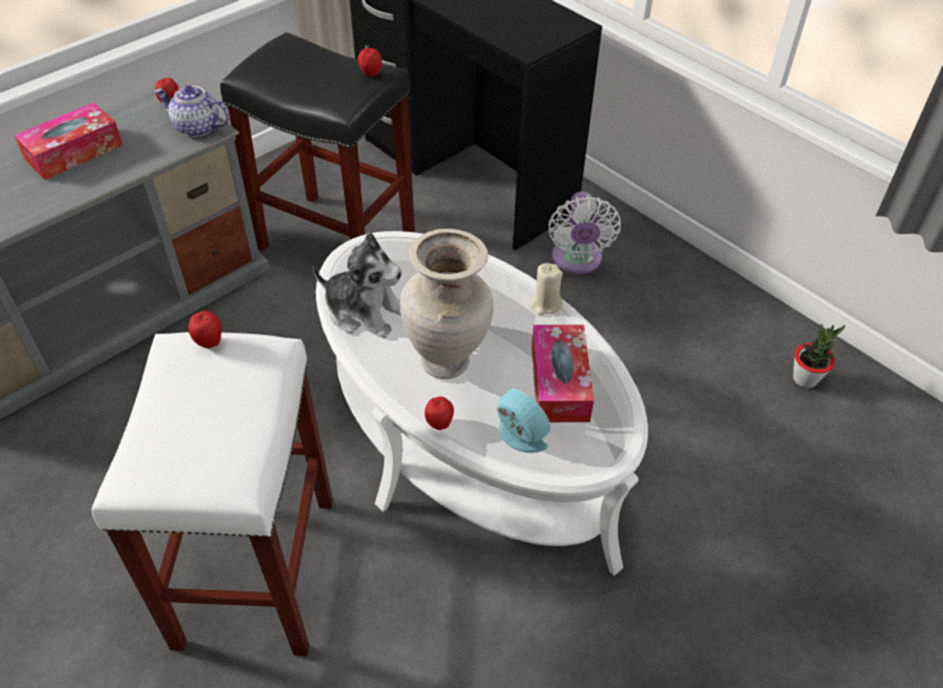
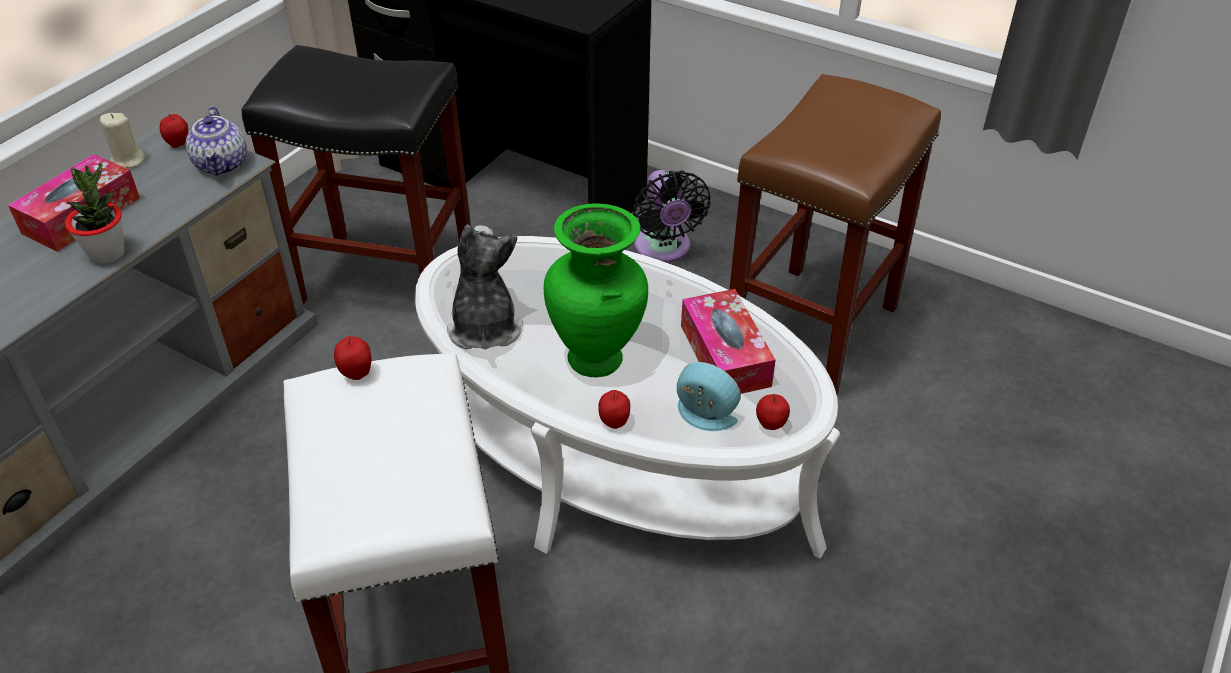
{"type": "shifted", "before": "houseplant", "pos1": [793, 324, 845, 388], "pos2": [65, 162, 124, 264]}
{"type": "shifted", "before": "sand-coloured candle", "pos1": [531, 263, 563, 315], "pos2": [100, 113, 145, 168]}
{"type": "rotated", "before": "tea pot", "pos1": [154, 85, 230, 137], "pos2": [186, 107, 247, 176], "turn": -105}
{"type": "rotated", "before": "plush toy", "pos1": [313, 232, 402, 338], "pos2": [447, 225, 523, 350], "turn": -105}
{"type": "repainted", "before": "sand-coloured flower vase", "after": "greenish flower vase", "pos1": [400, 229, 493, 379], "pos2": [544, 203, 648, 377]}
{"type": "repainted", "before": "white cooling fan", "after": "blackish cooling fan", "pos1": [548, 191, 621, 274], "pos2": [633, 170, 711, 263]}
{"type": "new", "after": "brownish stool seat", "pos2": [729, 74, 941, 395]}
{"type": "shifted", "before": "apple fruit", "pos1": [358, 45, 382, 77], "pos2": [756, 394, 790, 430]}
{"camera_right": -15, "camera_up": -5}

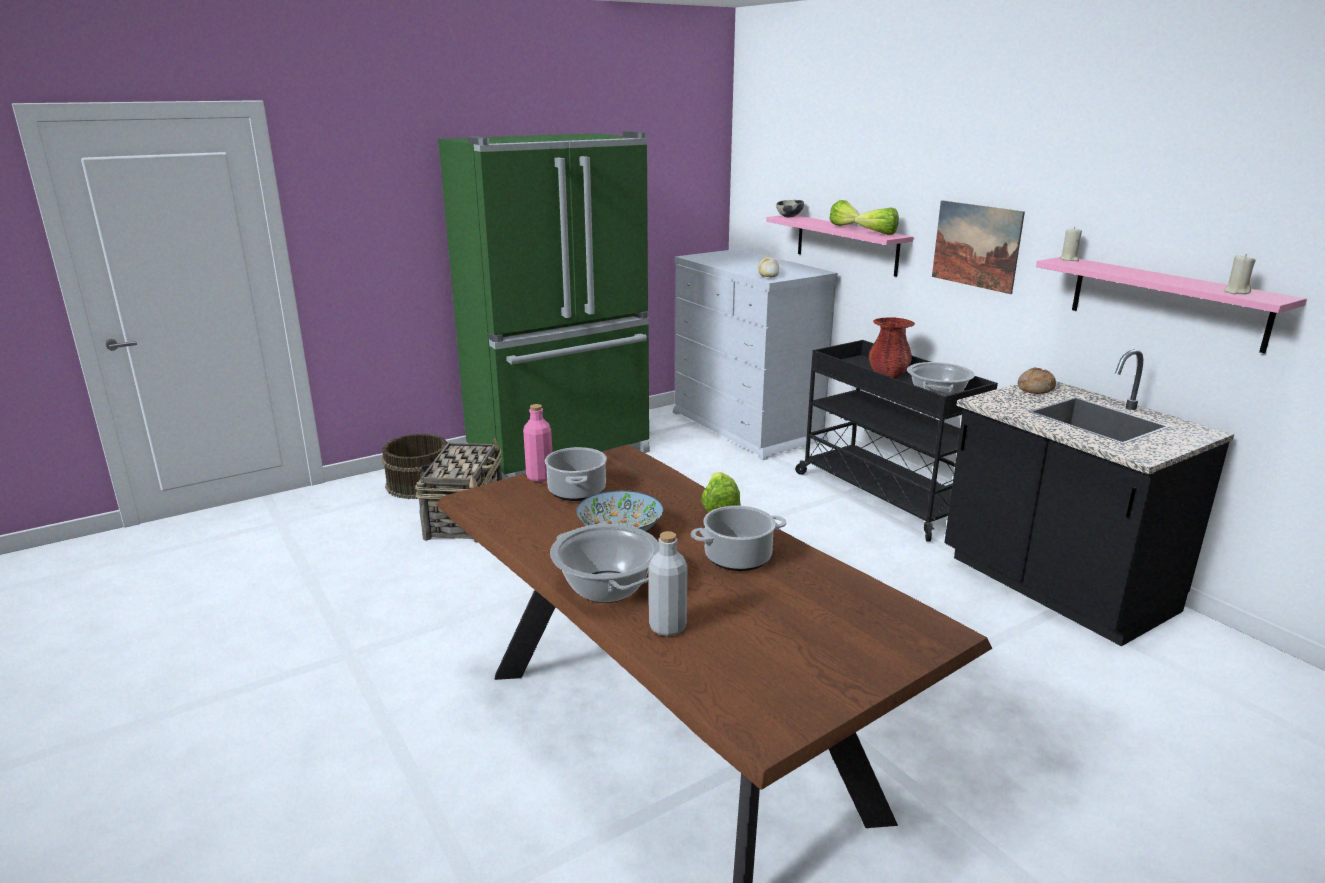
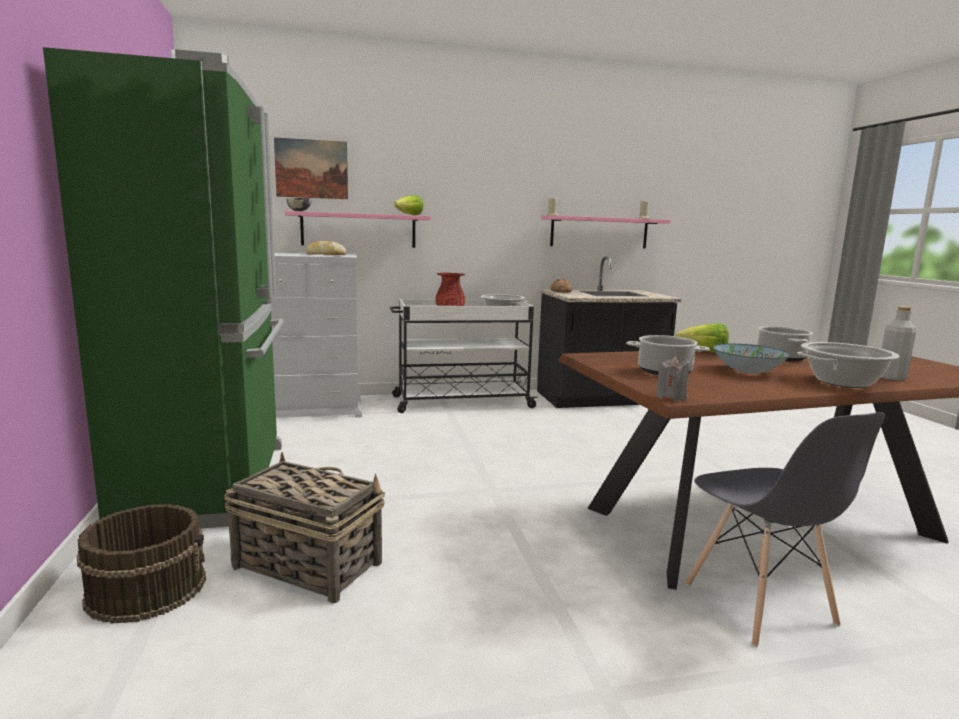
{"type": "shifted", "before": "picture", "pos1": [932, 200, 1025, 294], "pos2": [274, 137, 348, 199]}
{"type": "repainted", "before": "blackish trolley", "after": "white trolley", "pos1": [795, 340, 998, 542], "pos2": [390, 299, 538, 413]}
{"type": "new", "after": "greyish candle", "pos2": [656, 356, 689, 401]}
{"type": "new", "after": "greyish plain chair", "pos2": [685, 412, 885, 647]}
{"type": "gone", "before": "pink bottle", "pos1": [523, 404, 552, 482]}
{"type": "gone", "before": "lettuce head", "pos1": [829, 200, 860, 226]}
{"camera_right": -70, "camera_up": -10}

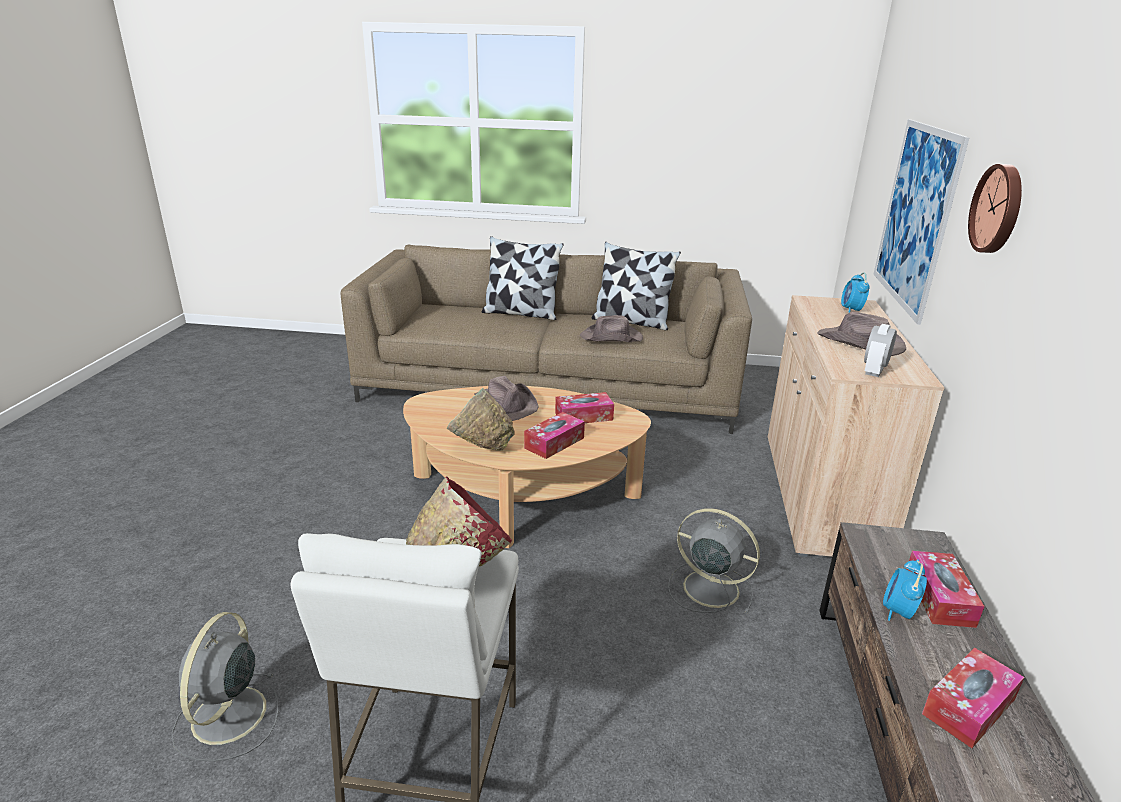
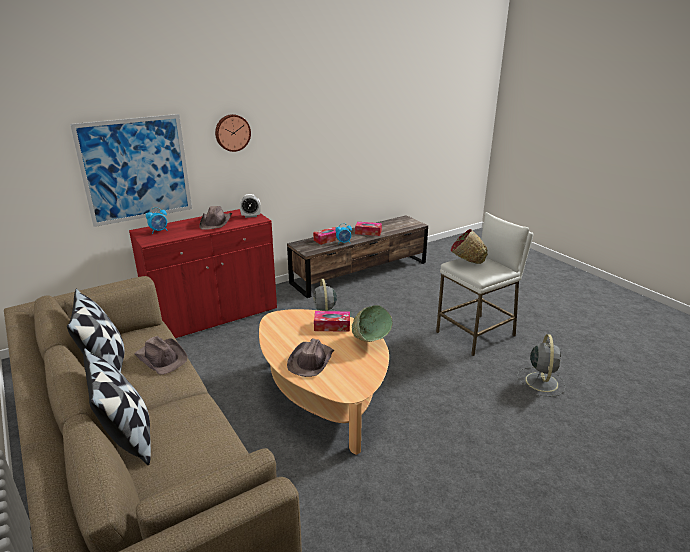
{"type": "repainted", "before": "sand-coloured cupboard", "after": "red-coloured cupboard", "pos1": [768, 295, 945, 557], "pos2": [129, 209, 277, 338]}
{"type": "rotated", "before": "greyish cooling fan", "pos1": [171, 612, 278, 761], "pos2": [517, 334, 565, 396], "turn": -45}
{"type": "gone", "before": "tissue holder", "pos1": [555, 392, 614, 423]}
{"camera_right": -130, "camera_up": 0}

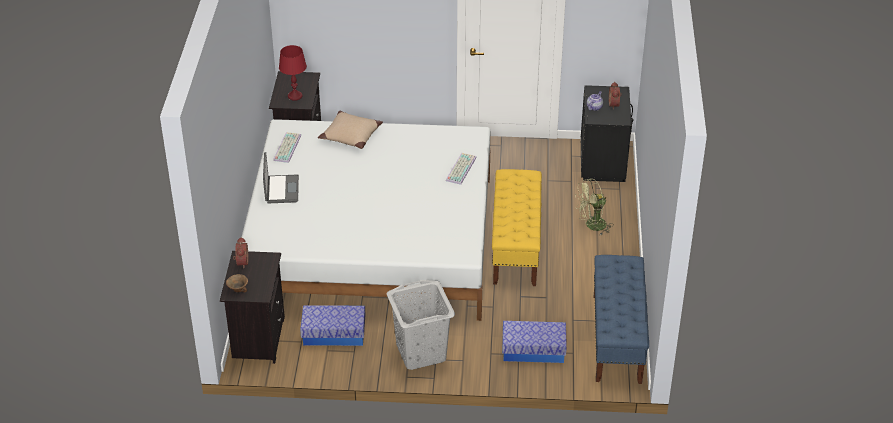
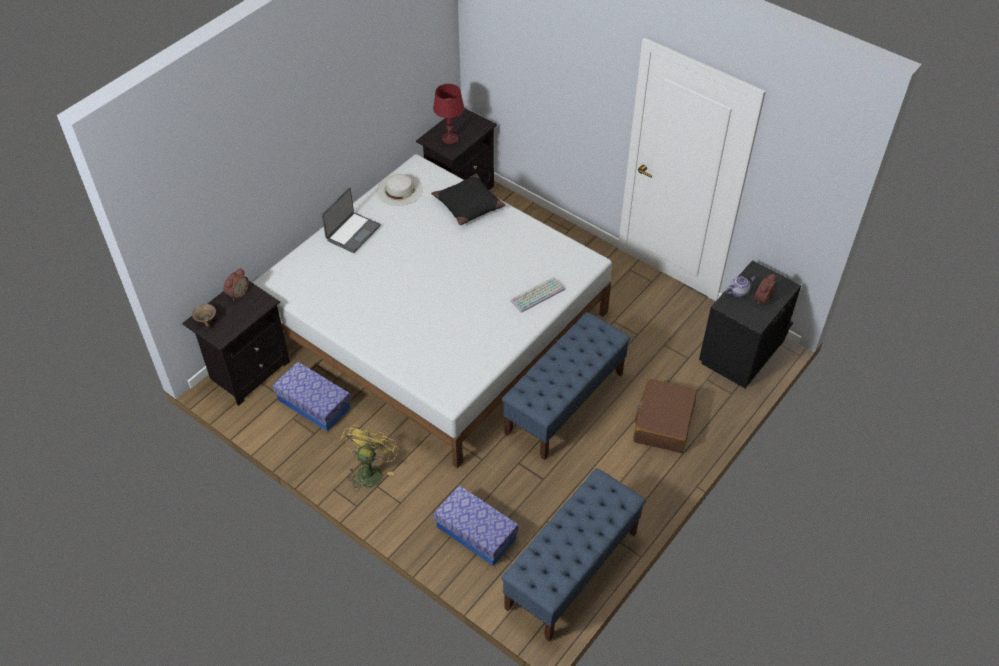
{"type": "swapped", "before": "greyish washing basket", "after": "yellow cooling fan", "pos1": [387, 280, 455, 370], "pos2": [341, 425, 398, 492]}
{"type": "swapped", "before": "PC keyboard", "after": "white wearable hat", "pos1": [273, 132, 301, 163], "pos2": [377, 174, 423, 206]}
{"type": "repainted", "before": "sand-coloured cushion", "after": "blackish cushion", "pos1": [318, 111, 383, 149], "pos2": [431, 174, 506, 225]}
{"type": "repainted", "before": "yellow indoor bench", "after": "blue-coloured indoor bench", "pos1": [492, 169, 542, 286], "pos2": [502, 312, 631, 460]}
{"type": "swapped", "before": "greenish cooling fan", "after": "brownish piece of luggage", "pos1": [575, 178, 614, 235], "pos2": [633, 378, 697, 453]}
{"camera_right": 35, "camera_up": 10}

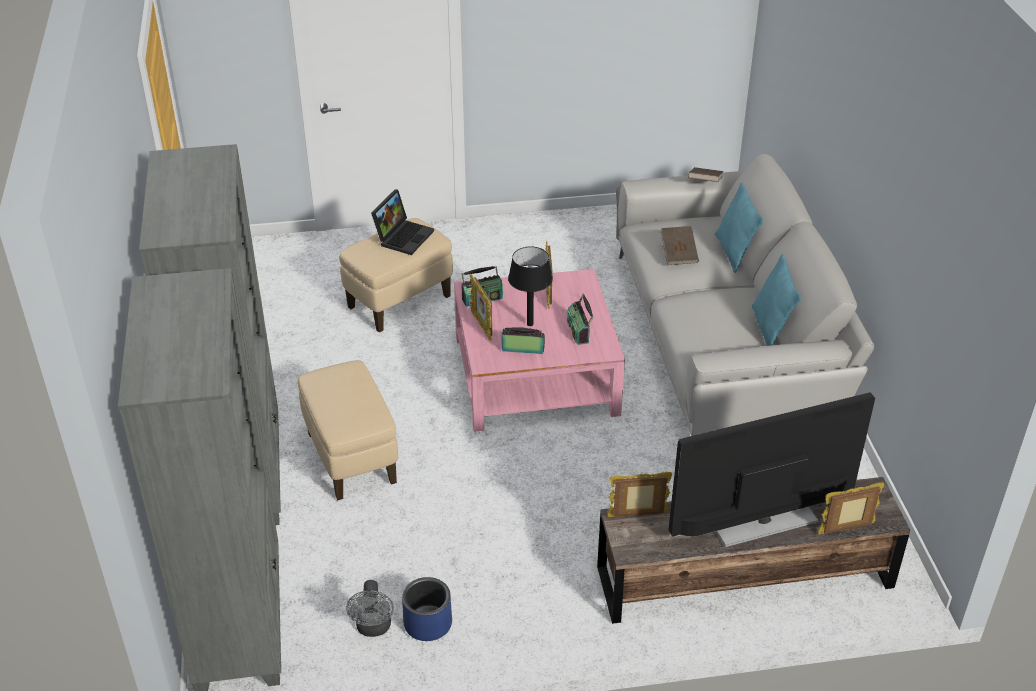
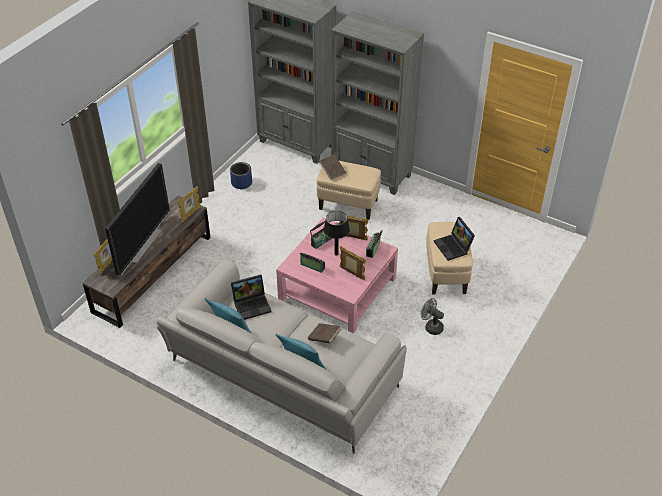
{"type": "new", "after": "portable computer", "pos2": [231, 274, 272, 320]}
{"type": "shifted", "before": "brownish bound book", "pos1": [688, 167, 723, 182], "pos2": [319, 154, 346, 180]}
{"type": "shifted", "before": "greyish cooling fan", "pos1": [346, 580, 394, 637], "pos2": [421, 298, 444, 335]}
{"camera_right": 130, "camera_up": 5}

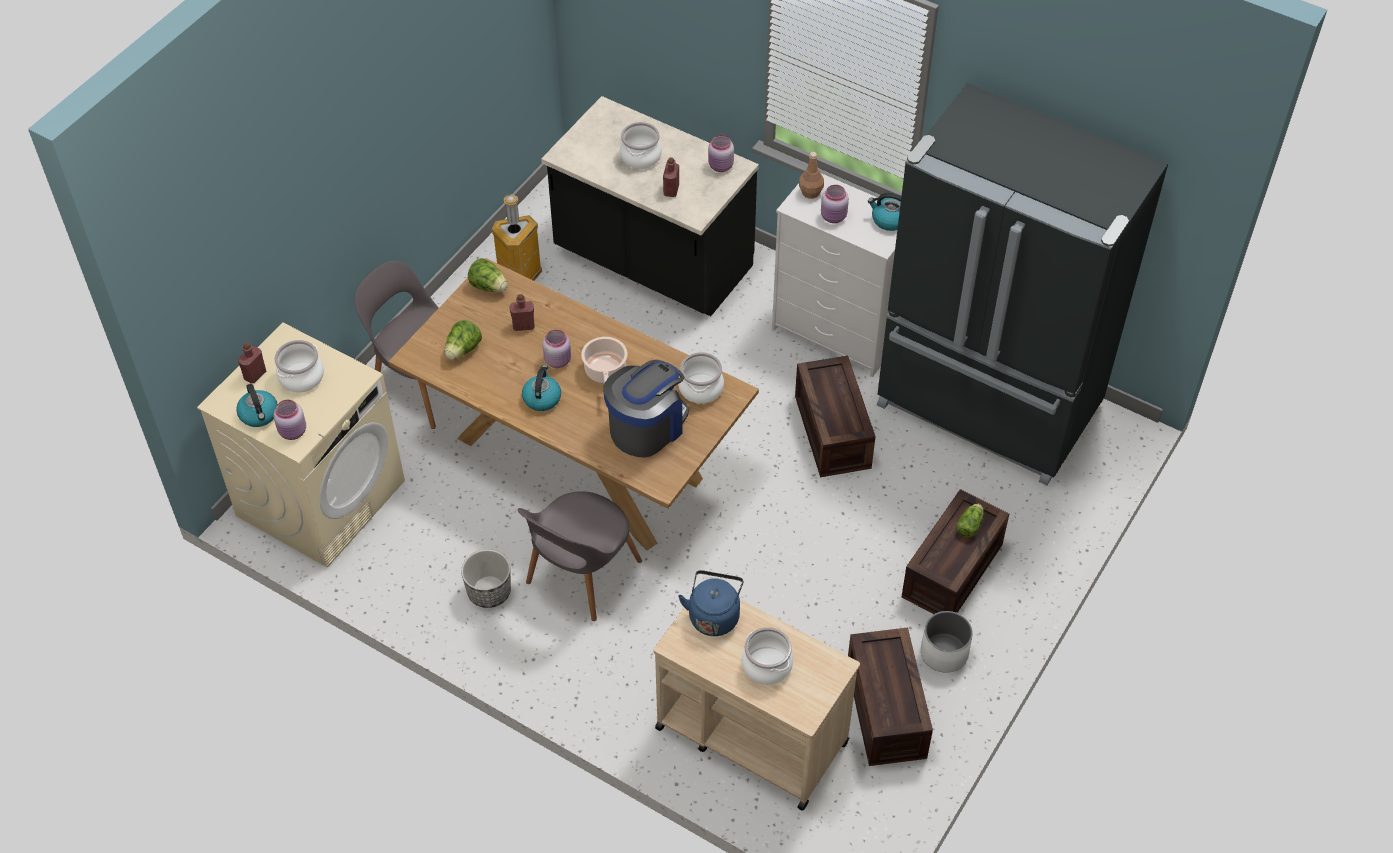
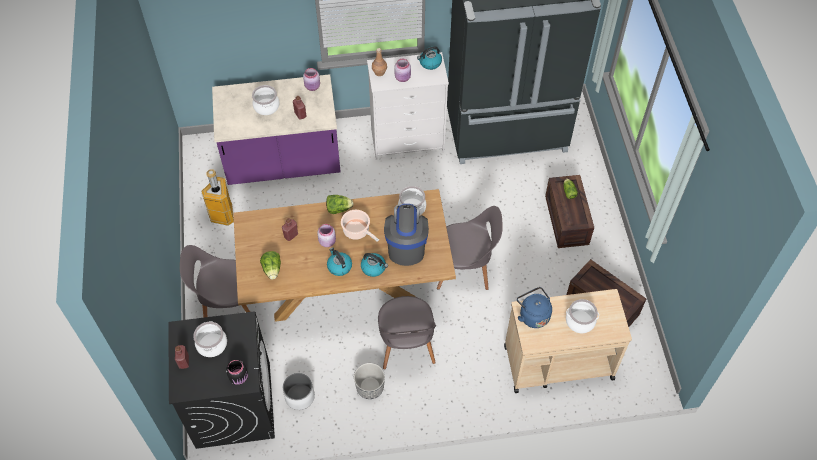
{"type": "repainted", "before": "sand-coloured washing machine", "after": "blackish washing machine", "pos1": [197, 322, 405, 568], "pos2": [168, 311, 275, 449]}
{"type": "repainted", "before": "blackish counter", "after": "purplish counter", "pos1": [541, 96, 759, 316], "pos2": [212, 74, 341, 185]}
{"type": "repainted", "before": "pink jar", "after": "blackish jar", "pos1": [273, 400, 306, 440], "pos2": [226, 360, 248, 385]}
{"type": "shifted", "before": "white planter", "pos1": [921, 611, 973, 673], "pos2": [283, 373, 315, 410]}
{"type": "shifted", "before": "lettuce head", "pos1": [468, 258, 508, 292], "pos2": [326, 195, 354, 214]}
{"type": "shifted", "before": "kettle", "pos1": [236, 384, 277, 427], "pos2": [361, 253, 388, 277]}
{"type": "new", "after": "greyish plain chair", "pos2": [437, 206, 503, 290]}
{"type": "gone", "before": "crate", "pos1": [795, 355, 876, 477]}
{"camera_right": -40, "camera_up": 5}

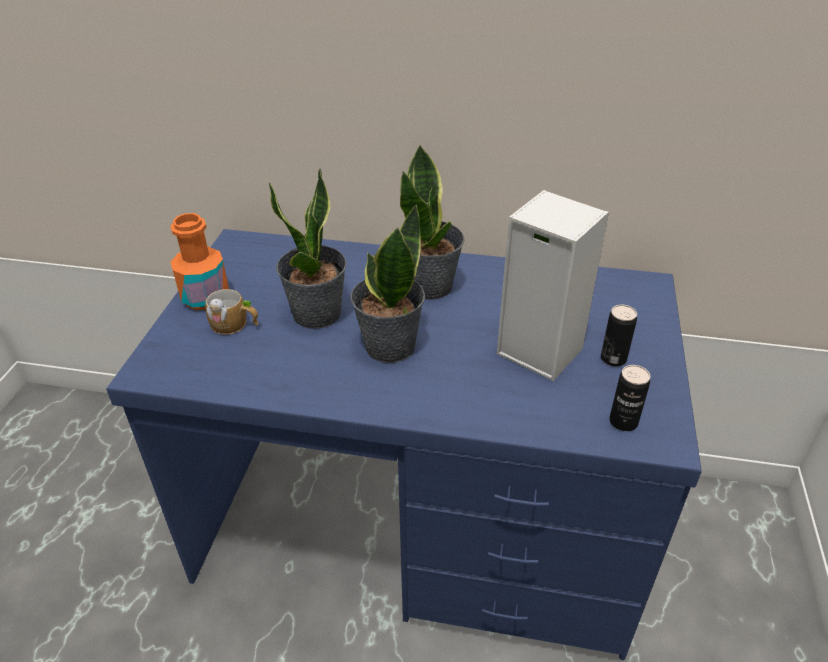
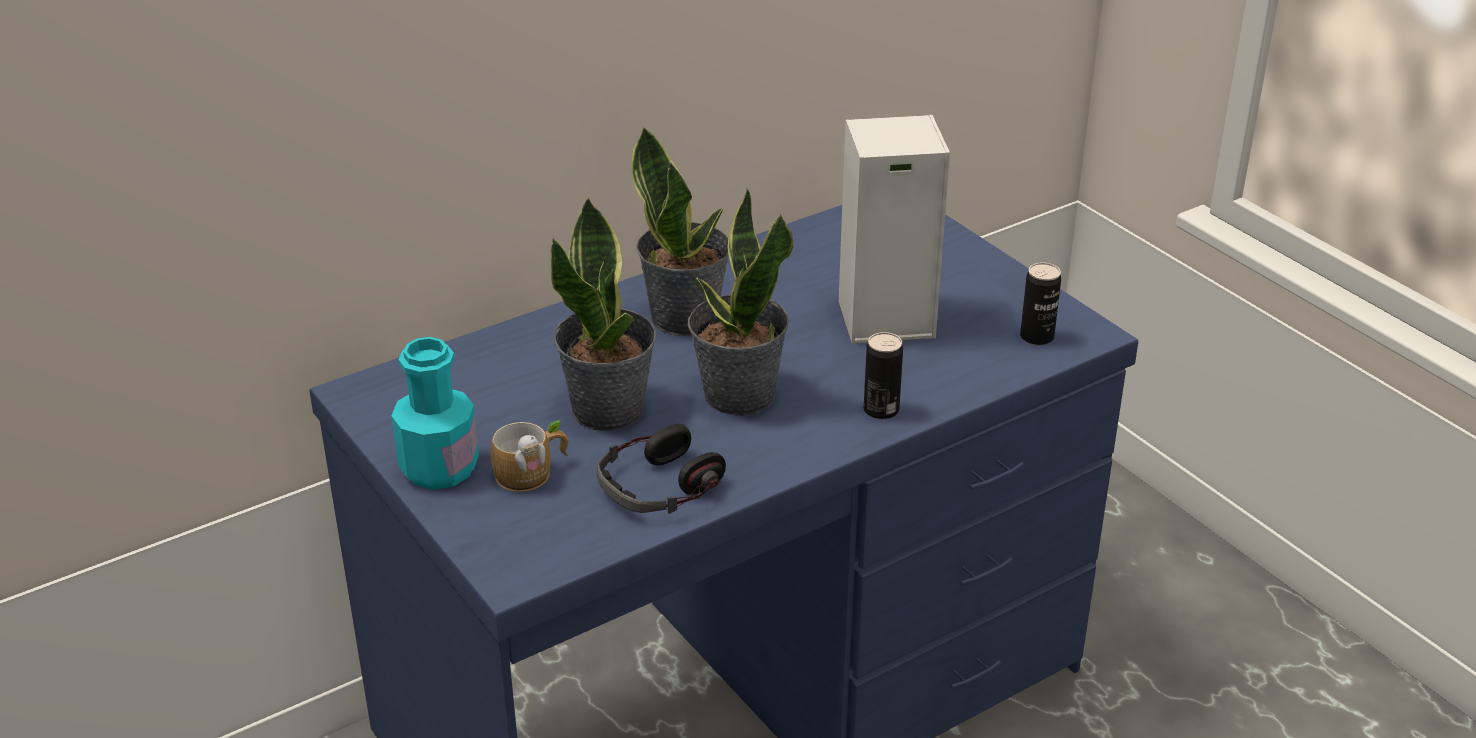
{"type": "repainted", "before": "orange-coloured bottle", "after": "turquoise bottle", "pos1": [170, 213, 229, 310], "pos2": [391, 337, 479, 490]}
{"type": "new", "after": "headset", "pos2": [597, 424, 726, 514]}
{"type": "shifted", "before": "sealed can", "pos1": [601, 305, 637, 367], "pos2": [864, 332, 903, 419]}
{"camera_right": -45, "camera_up": -5}

